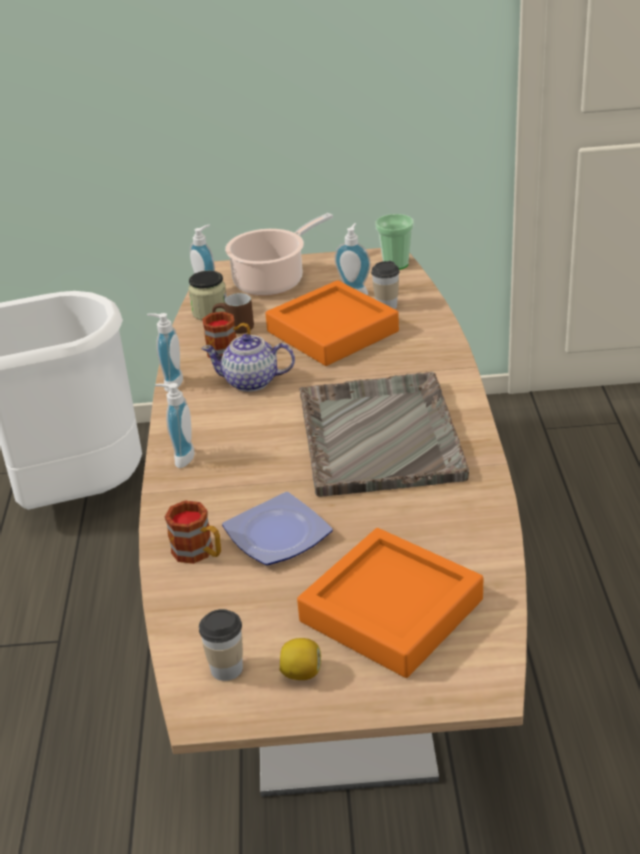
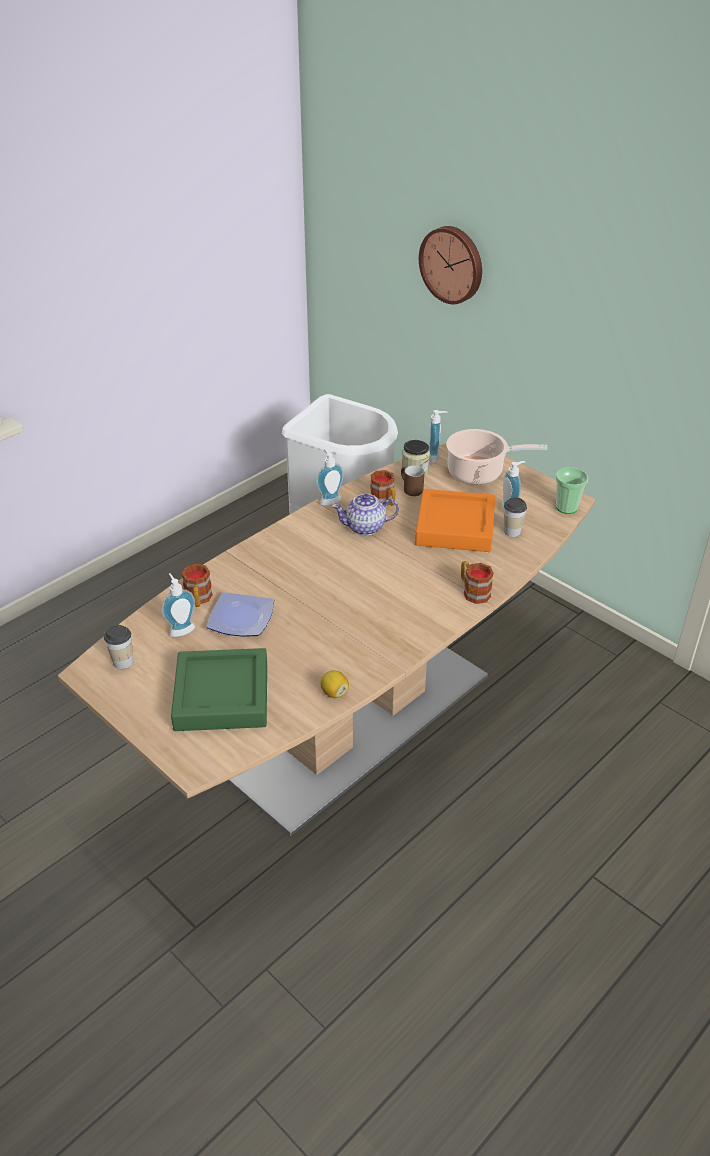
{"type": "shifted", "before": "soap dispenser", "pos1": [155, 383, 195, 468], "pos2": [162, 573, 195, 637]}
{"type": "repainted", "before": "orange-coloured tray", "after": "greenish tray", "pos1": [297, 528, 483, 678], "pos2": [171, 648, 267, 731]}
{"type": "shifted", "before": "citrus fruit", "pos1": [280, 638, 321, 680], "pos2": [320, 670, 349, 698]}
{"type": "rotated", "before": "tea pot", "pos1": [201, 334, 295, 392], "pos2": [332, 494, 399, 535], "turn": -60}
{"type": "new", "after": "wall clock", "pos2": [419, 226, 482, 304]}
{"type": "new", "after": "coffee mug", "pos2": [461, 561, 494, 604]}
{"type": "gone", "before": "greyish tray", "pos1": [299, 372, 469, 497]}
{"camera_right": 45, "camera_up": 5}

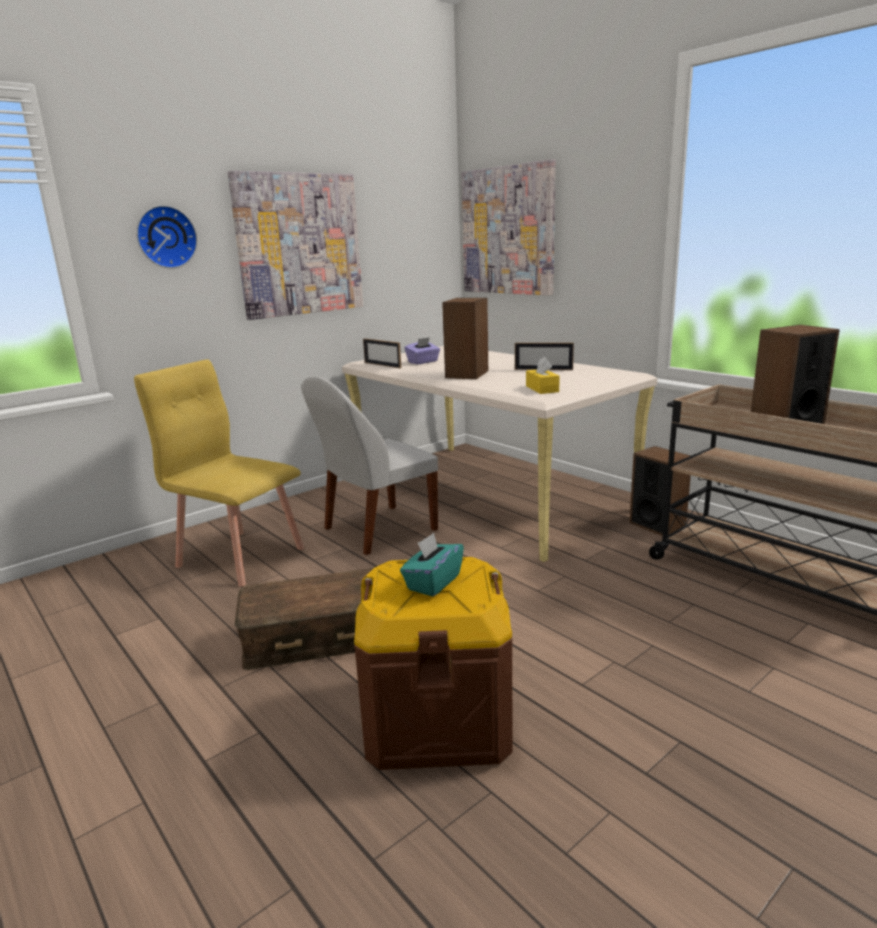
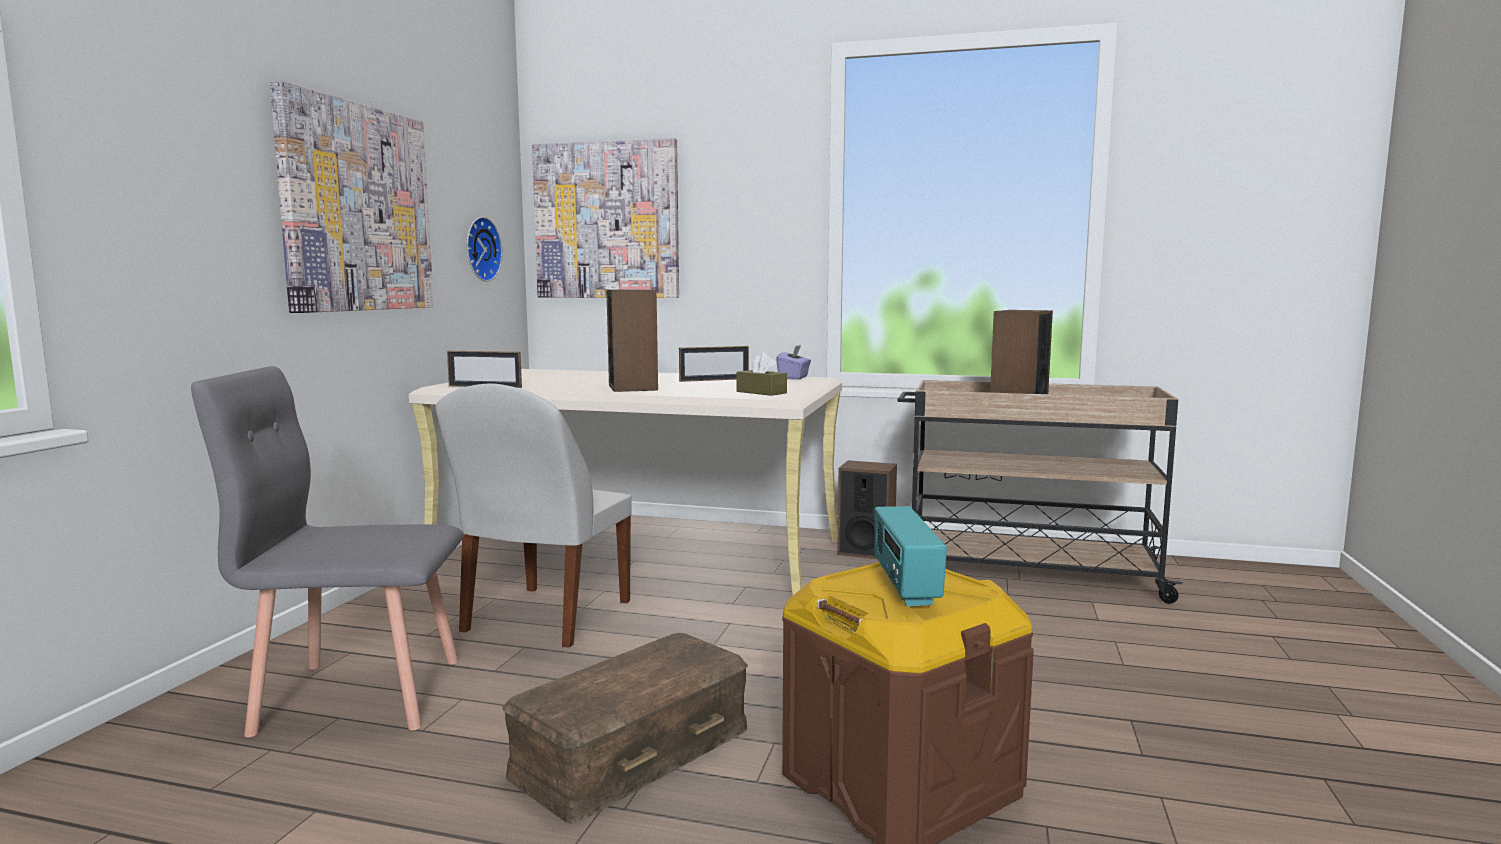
{"type": "repainted", "before": "yellow plain chair", "after": "greyish plain chair", "pos1": [134, 359, 304, 587], "pos2": [191, 366, 464, 738]}
{"type": "shifted", "before": "wall clock", "pos1": [136, 205, 198, 268], "pos2": [467, 217, 503, 282]}
{"type": "repainted", "before": "yellow tissue holder", "after": "brownish tissue holder", "pos1": [526, 357, 560, 394], "pos2": [736, 353, 787, 396]}
{"type": "shifted", "before": "purplish tissue holder", "pos1": [405, 337, 440, 364], "pos2": [776, 345, 811, 380]}
{"type": "swapped", "before": "turquoise tissue holder", "after": "radio receiver", "pos1": [400, 533, 464, 596], "pos2": [874, 506, 947, 607]}
{"camera_right": -35, "camera_up": -10}

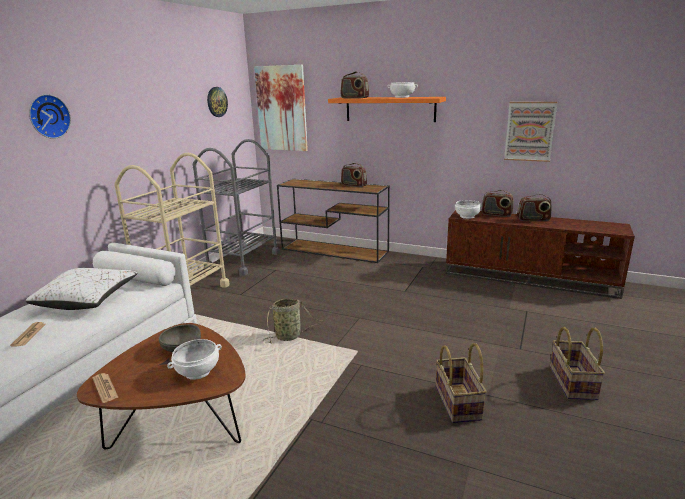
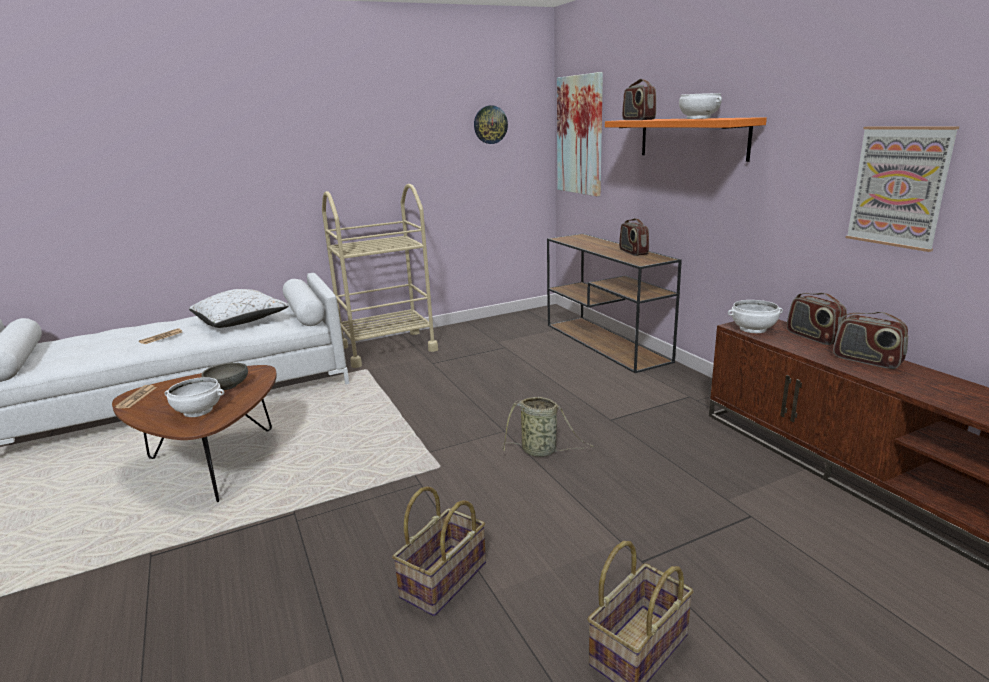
{"type": "shifted", "before": "household basket", "pos1": [263, 298, 323, 344], "pos2": [502, 397, 594, 457]}
{"type": "gone", "before": "wall clock", "pos1": [29, 94, 71, 139]}
{"type": "gone", "before": "greyish trolley", "pos1": [193, 139, 280, 276]}
{"camera_right": 40, "camera_up": 0}

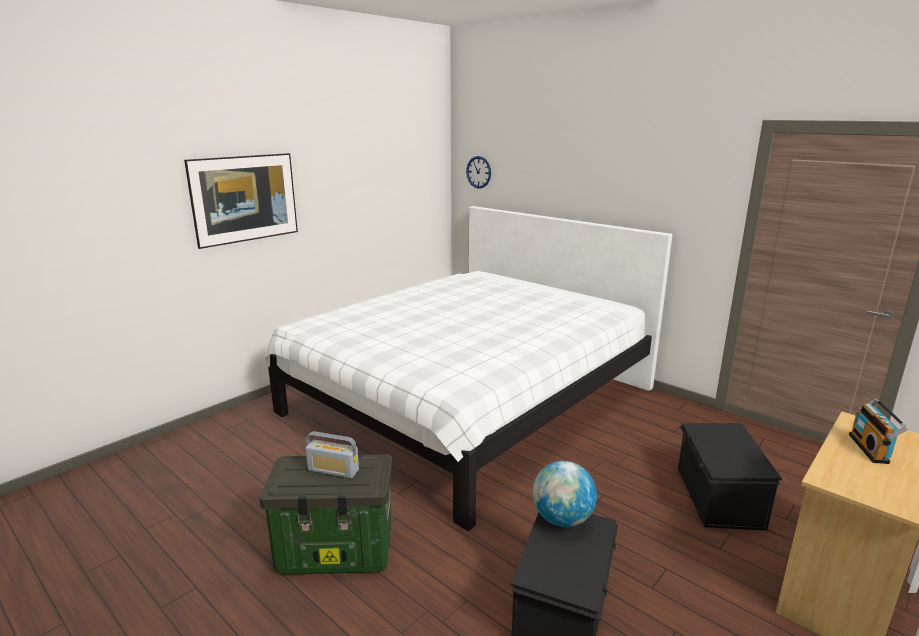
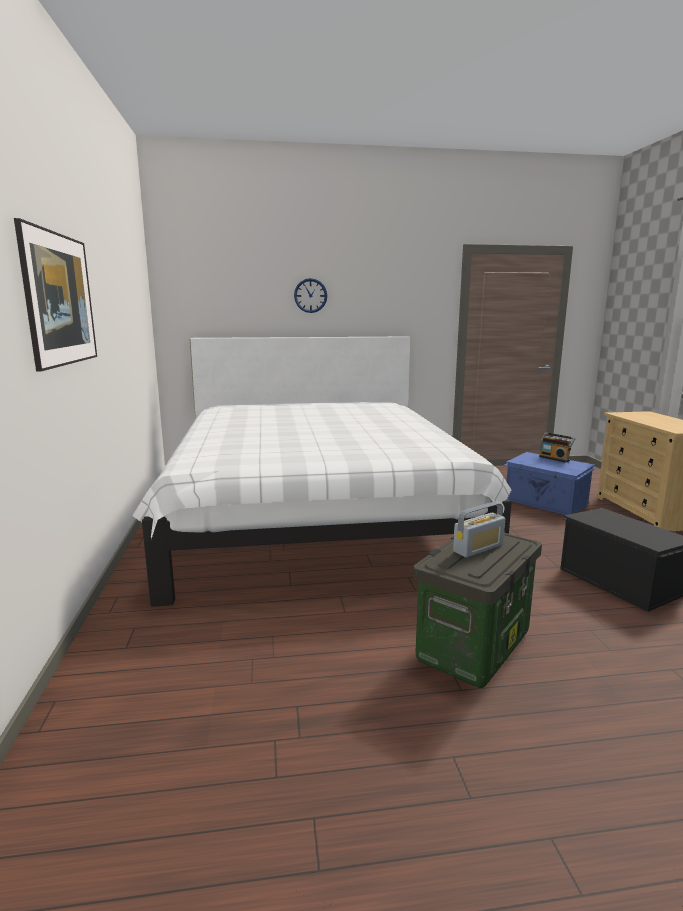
{"type": "shifted", "before": "wall clock", "pos1": [466, 156, 491, 188], "pos2": [294, 278, 327, 313]}
{"type": "repainted", "before": "blackish storage container", "after": "blue-coloured storage container", "pos1": [678, 423, 782, 531], "pos2": [504, 452, 596, 515]}
{"type": "shifted", "before": "radio receiver", "pos1": [849, 398, 908, 464], "pos2": [539, 432, 575, 463]}
{"type": "gone", "before": "world globe", "pos1": [533, 461, 597, 527]}
{"camera_right": -50, "camera_up": -5}

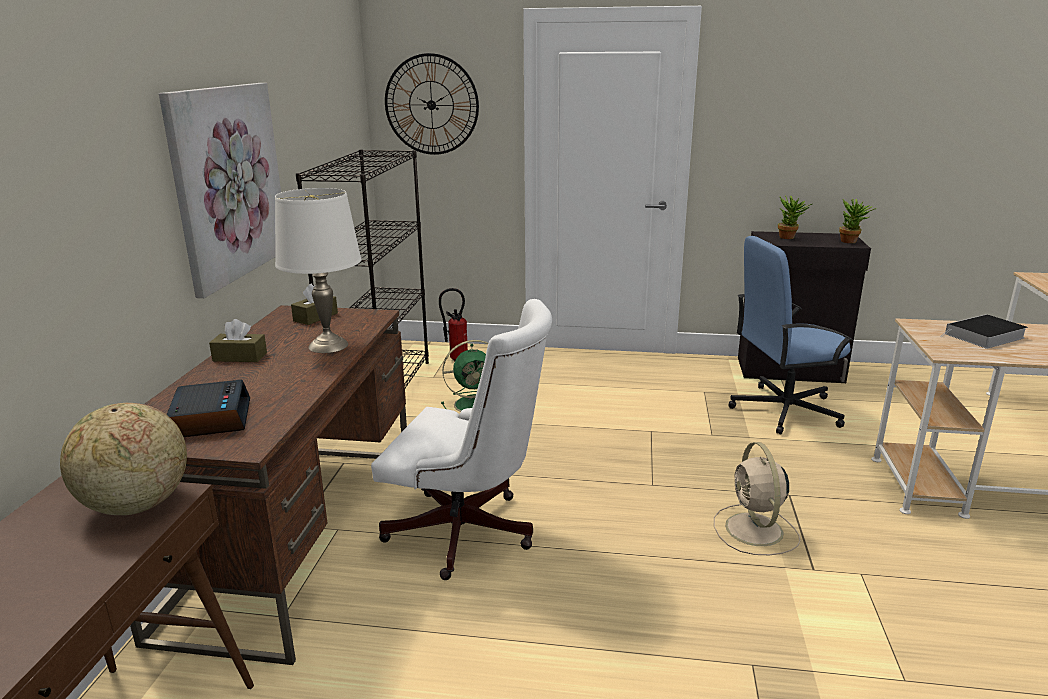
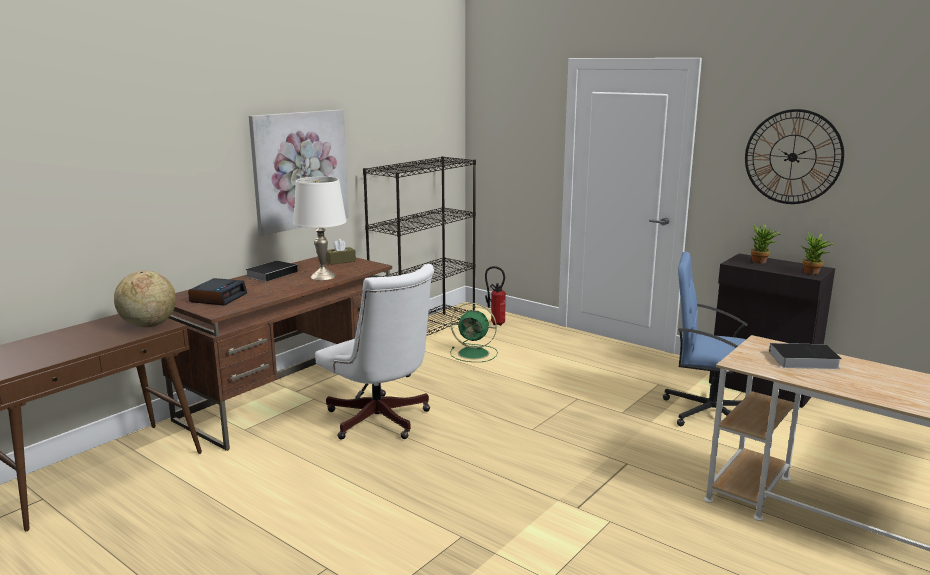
{"type": "swapped", "before": "brownish tissue holder", "after": "bound book", "pos1": [209, 319, 267, 362], "pos2": [245, 260, 298, 282]}
{"type": "shifted", "before": "wall clock", "pos1": [385, 53, 479, 155], "pos2": [745, 109, 844, 204]}
{"type": "gone", "before": "sand-coloured cooling fan", "pos1": [714, 442, 800, 555]}
{"camera_right": 30, "camera_up": -5}

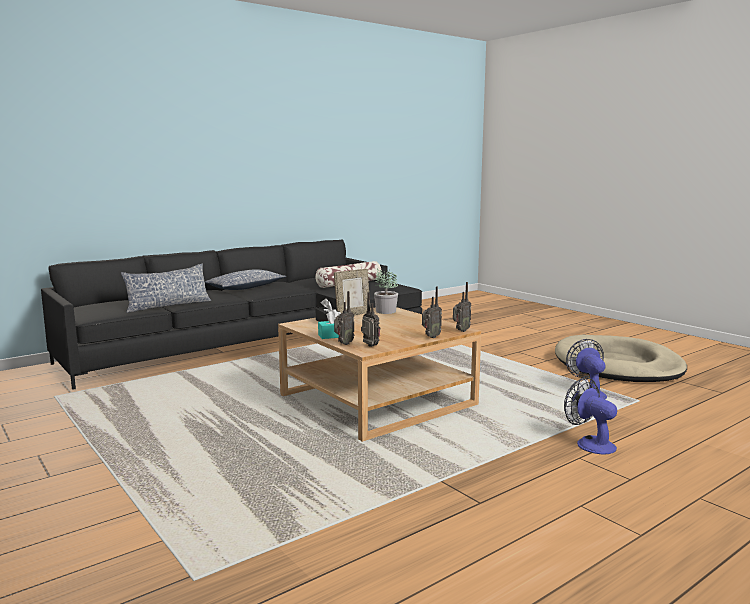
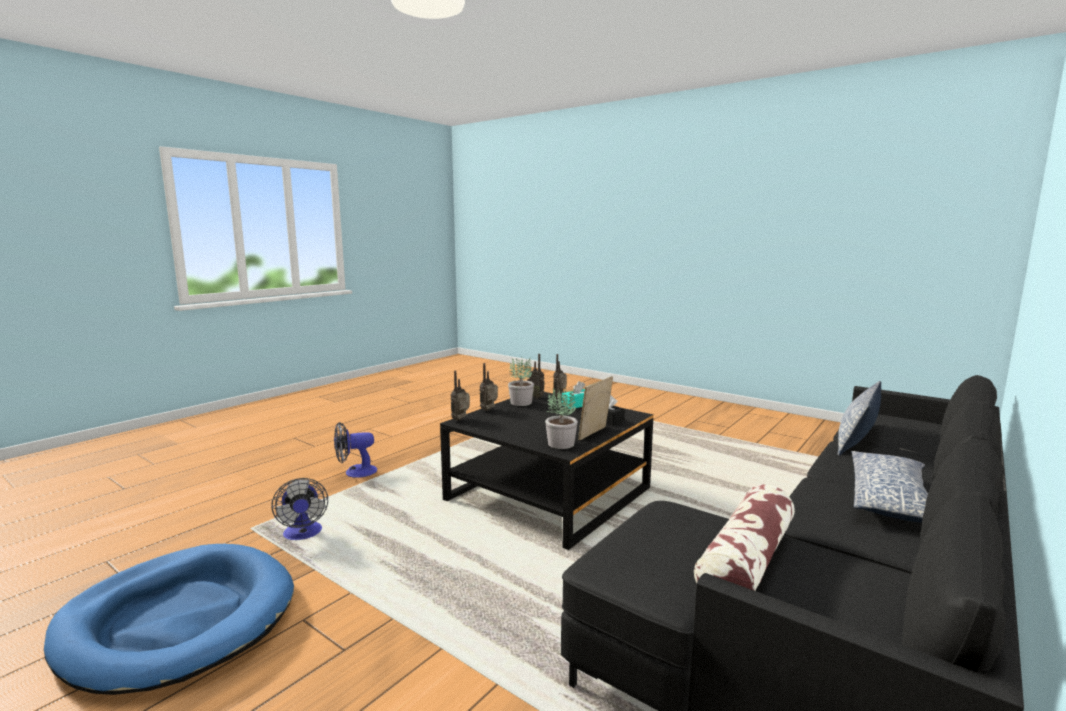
{"type": "repainted", "before": "sand-coloured pet bed", "after": "blue-coloured pet bed", "pos1": [555, 335, 687, 382], "pos2": [44, 544, 294, 695]}
{"type": "rotated", "before": "cooling fan", "pos1": [564, 377, 617, 455], "pos2": [334, 422, 377, 478], "turn": 120}
{"type": "repainted", "before": "sand-coloured coffee table", "after": "blackish coffee table", "pos1": [278, 307, 481, 442], "pos2": [440, 392, 654, 550]}
{"type": "new", "after": "houseplant", "pos2": [508, 357, 534, 406]}
{"camera_right": 165, "camera_up": 0}

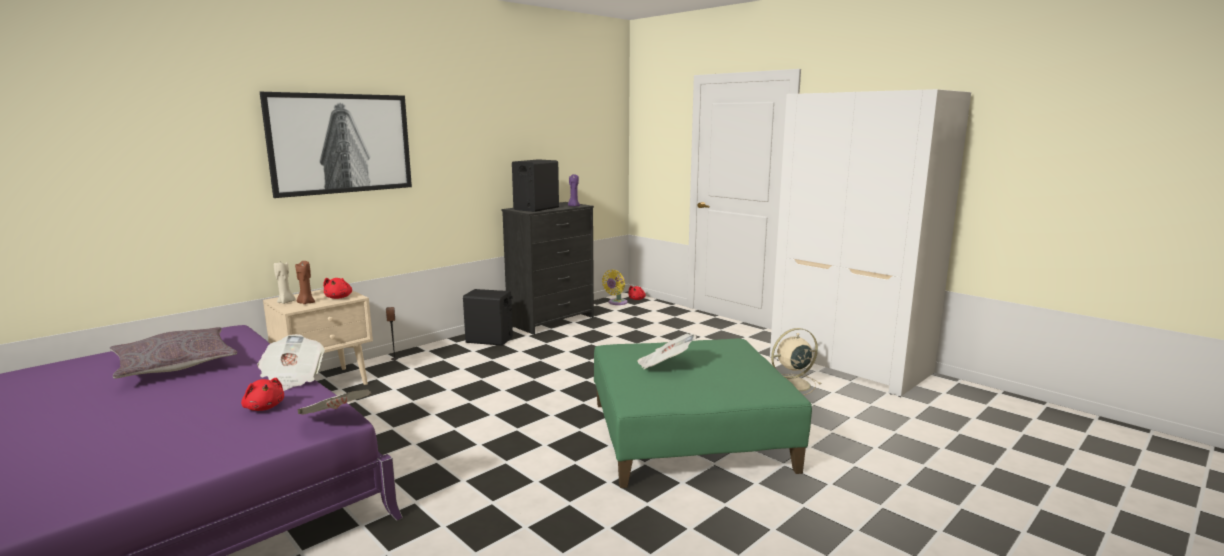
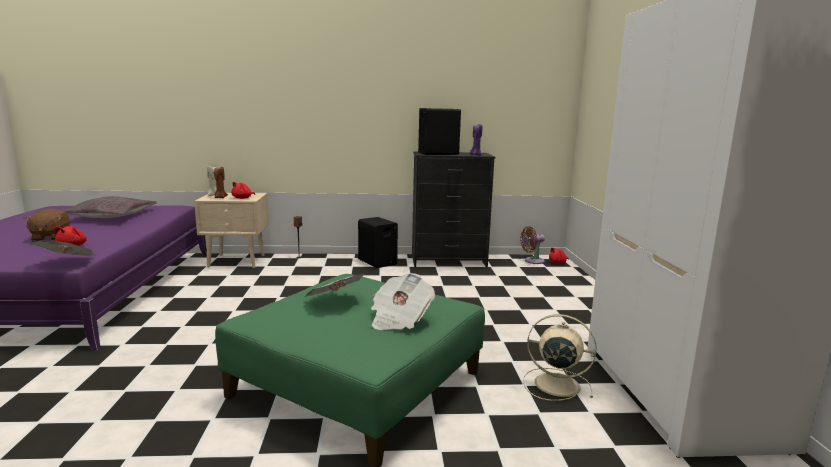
{"type": "new", "after": "brownish plush toy", "pos2": [23, 209, 70, 242]}
{"type": "shifted", "before": "printed paper", "pos1": [257, 334, 325, 391], "pos2": [371, 273, 435, 330]}
{"type": "repainted", "before": "yellow cooling fan", "after": "brownish cooling fan", "pos1": [602, 270, 628, 305], "pos2": [520, 226, 545, 264]}
{"type": "gone", "before": "picture", "pos1": [260, 92, 412, 198]}
{"camera_right": 40, "camera_up": 0}

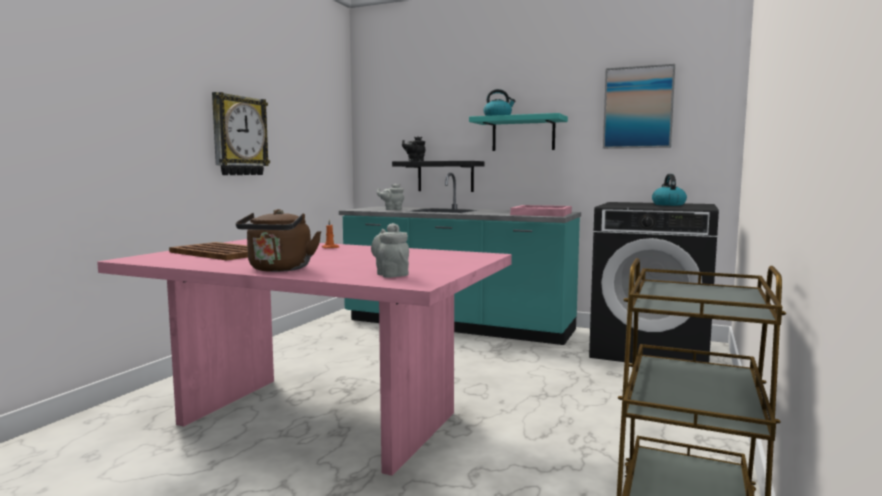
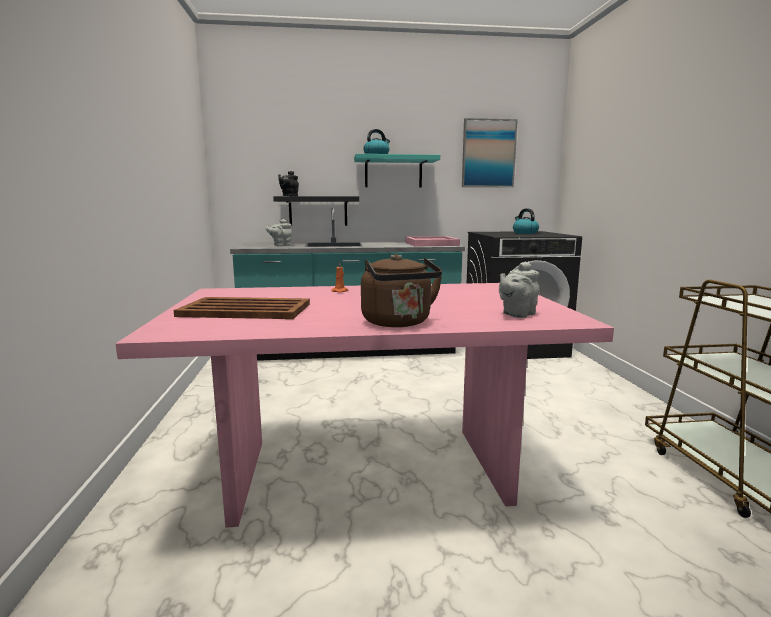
{"type": "rotated", "before": "greyish tea pot", "pos1": [371, 223, 409, 278], "pos2": [499, 261, 539, 318], "turn": -75}
{"type": "gone", "before": "wall clock", "pos1": [212, 92, 270, 175]}
{"camera_right": -30, "camera_up": 5}

